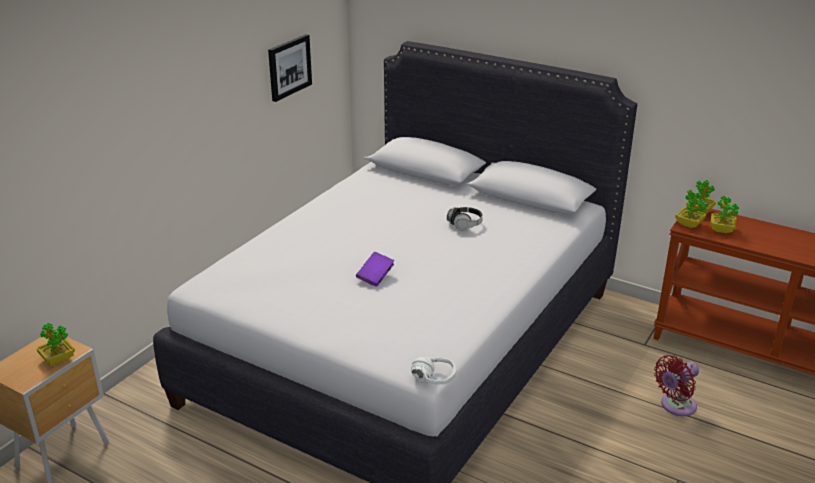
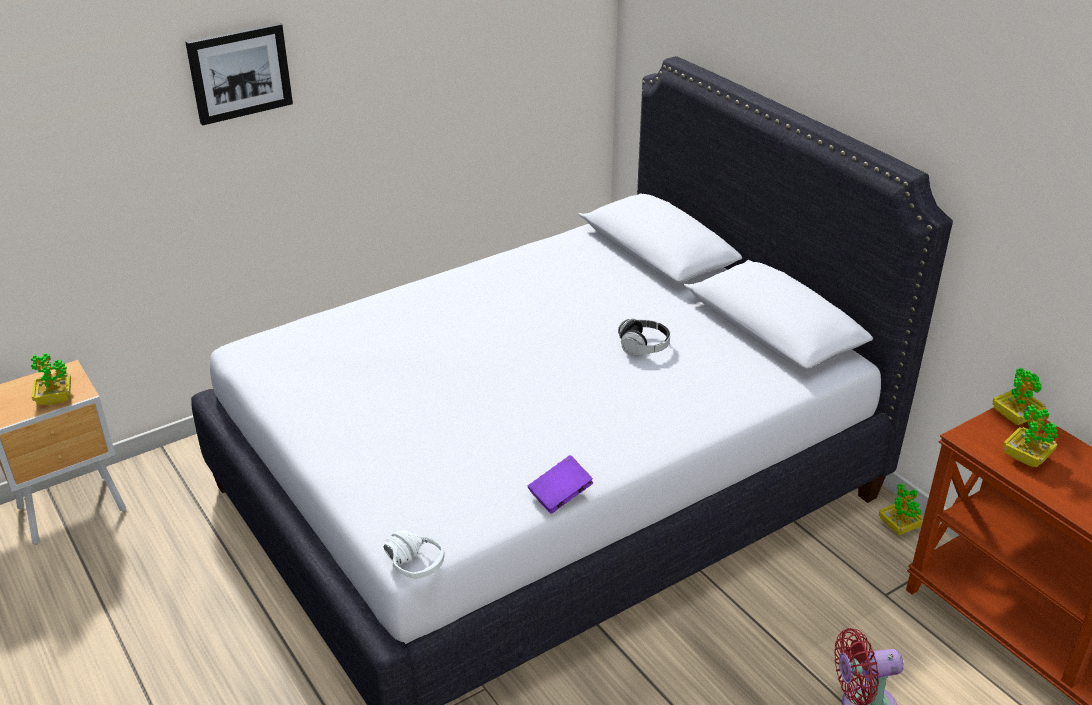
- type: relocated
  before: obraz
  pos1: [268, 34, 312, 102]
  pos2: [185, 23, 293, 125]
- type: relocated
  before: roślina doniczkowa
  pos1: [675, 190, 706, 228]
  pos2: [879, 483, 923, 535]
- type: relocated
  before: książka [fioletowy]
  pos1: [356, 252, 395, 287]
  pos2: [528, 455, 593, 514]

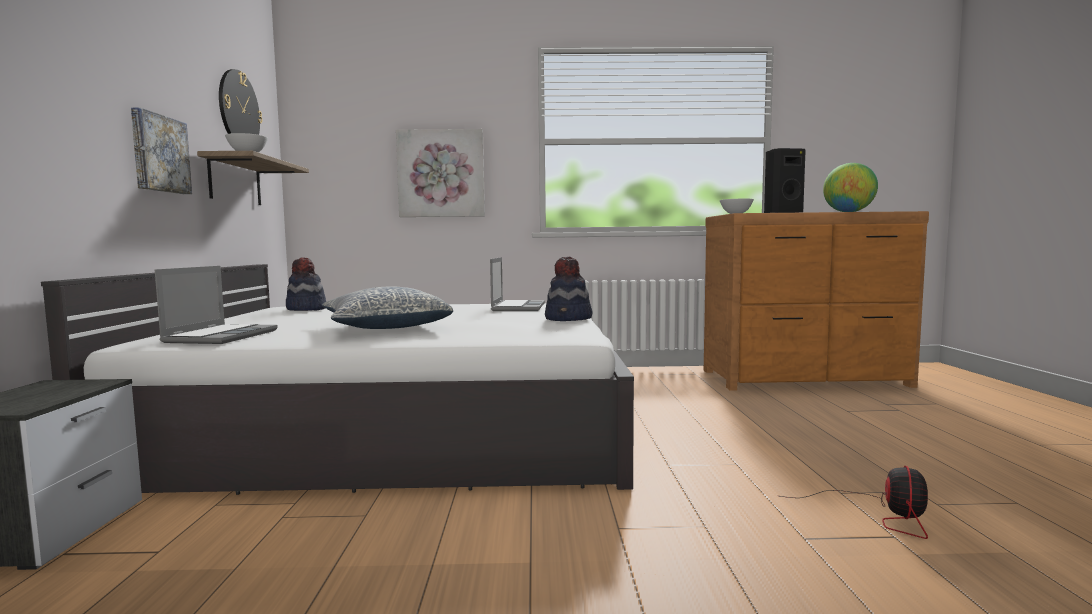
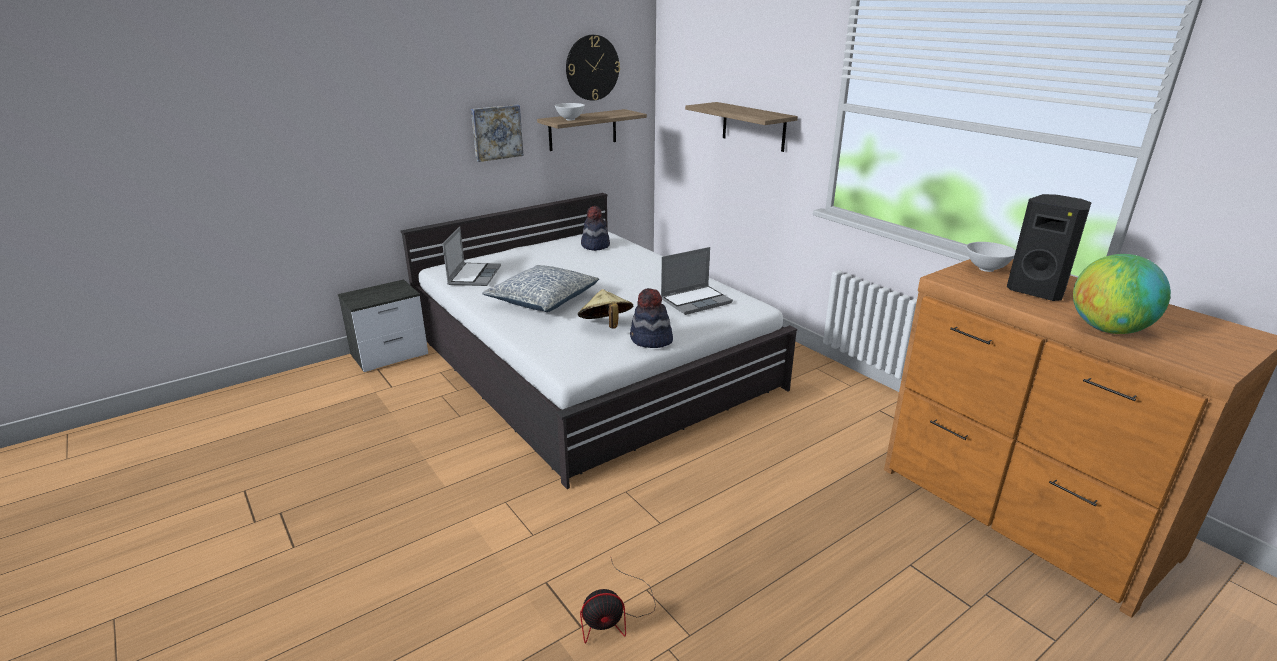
- type: exchanged
  before: obraz
  after: półka
  pos1: [396, 129, 485, 217]
  pos2: [685, 102, 798, 152]
- type: spun
  before: laptop
  pos1: [155, 266, 278, 344]
  pos2: [442, 227, 501, 286]
  turn: -60
- type: appeared
  after: kapelusz [beżowy]
  pos2: [578, 289, 633, 328]

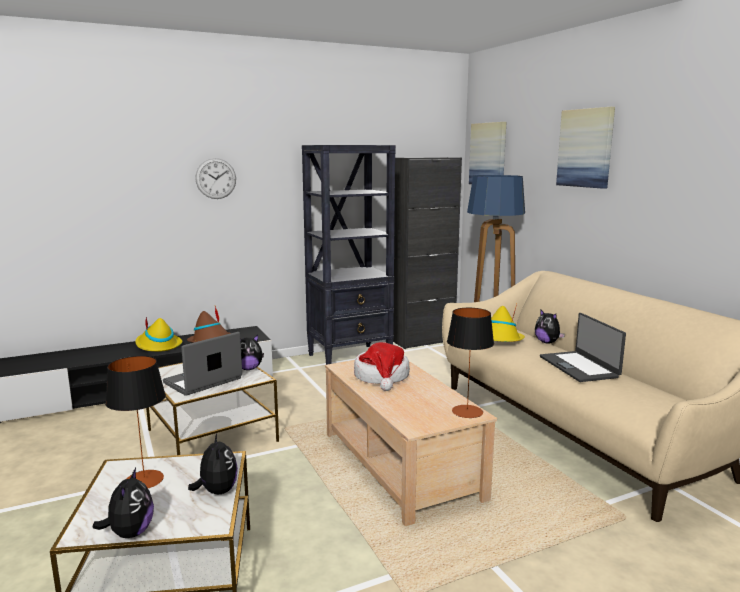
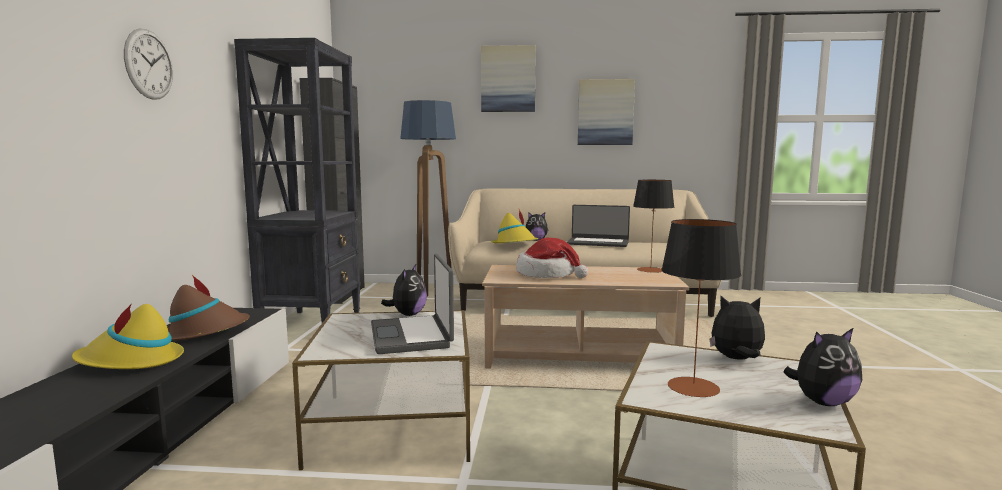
- type: relocated
  before: obraz
  pos1: [469, 122, 506, 184]
  pos2: [578, 79, 635, 145]
- type: spun
  before: pluszak
  pos1: [93, 468, 154, 538]
  pos2: [783, 327, 862, 406]
  turn: 135

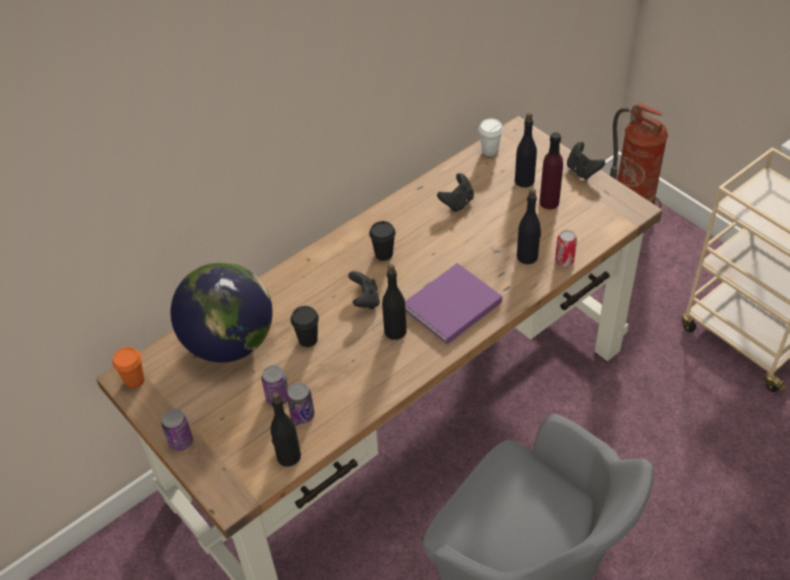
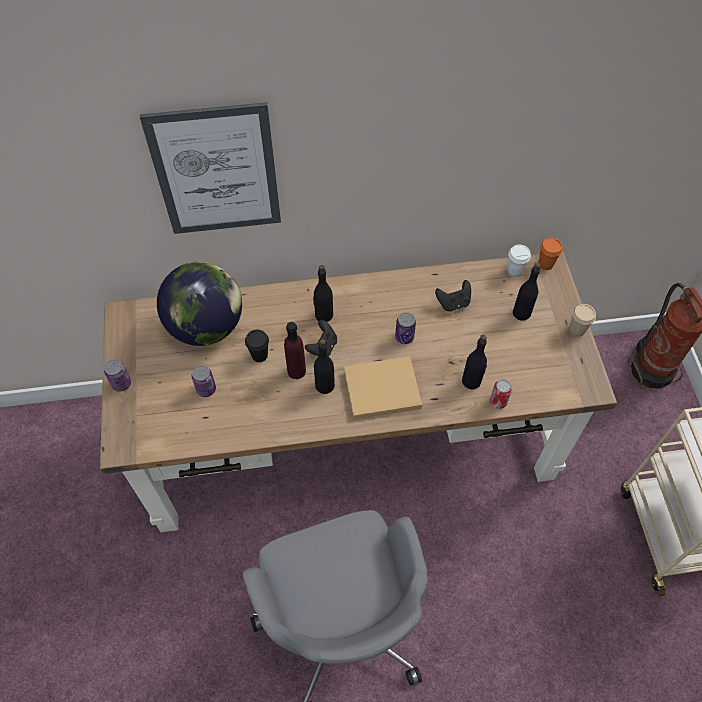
- type: relocated
  before: butelka [fioletowy]
  pos1: [540, 132, 563, 210]
  pos2: [284, 322, 306, 379]
- type: exchanged
  before: pad do gier [czarny]
  after: filiżanka [beżowy]
  pos1: [567, 142, 605, 179]
  pos2: [569, 304, 596, 337]
- type: missing
  before: filiżanka [czarny]
  pos1: [369, 221, 396, 261]
- type: colour
  before: książka [fioletowy]
  after: książka [beżowy]
  pos1: [405, 263, 502, 345]
  pos2: [344, 356, 422, 419]
- type: relocated
  before: filiżanka [pomarańczowy]
  pos1: [112, 347, 144, 389]
  pos2: [539, 237, 563, 270]
- type: relocated
  before: puszka
  pos1: [287, 382, 315, 424]
  pos2: [395, 312, 416, 344]
- type: relocated
  before: butelka [czarny]
  pos1: [270, 392, 301, 467]
  pos2: [313, 265, 333, 322]
- type: appeared
  after: obraz
  pos2: [140, 102, 281, 234]

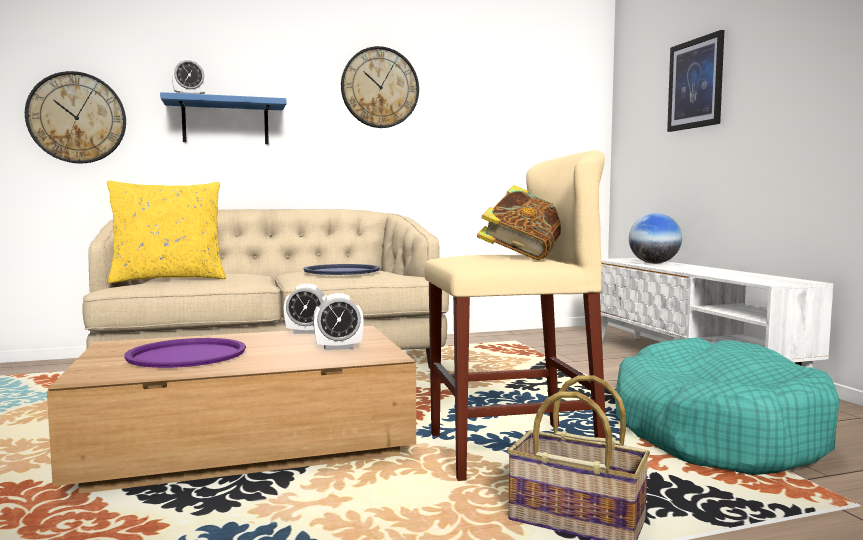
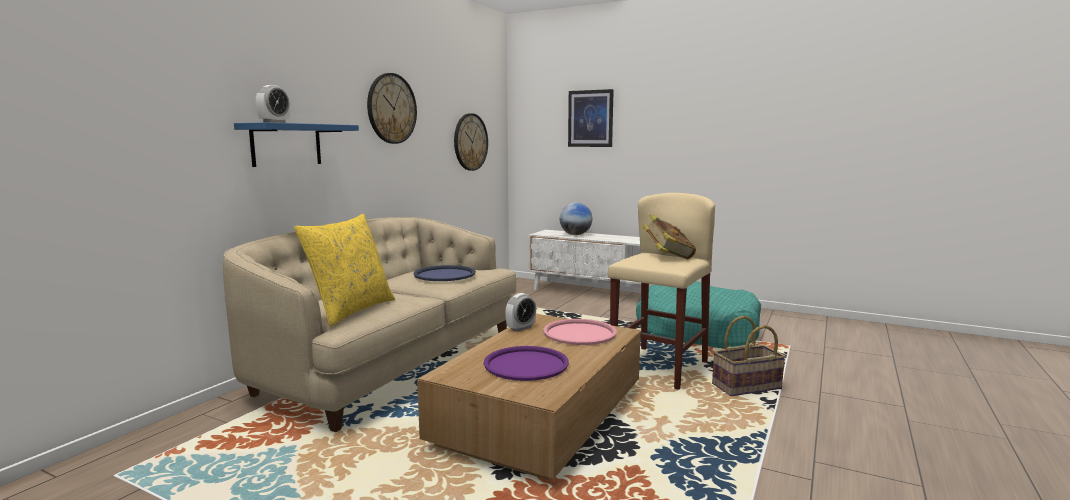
- type: relocated
  before: zegar ścienny
  pos1: [25, 71, 126, 164]
  pos2: [454, 113, 488, 171]
- type: exchanged
  before: budzik
  after: taca [różowy]
  pos1: [313, 293, 364, 350]
  pos2: [543, 319, 617, 345]

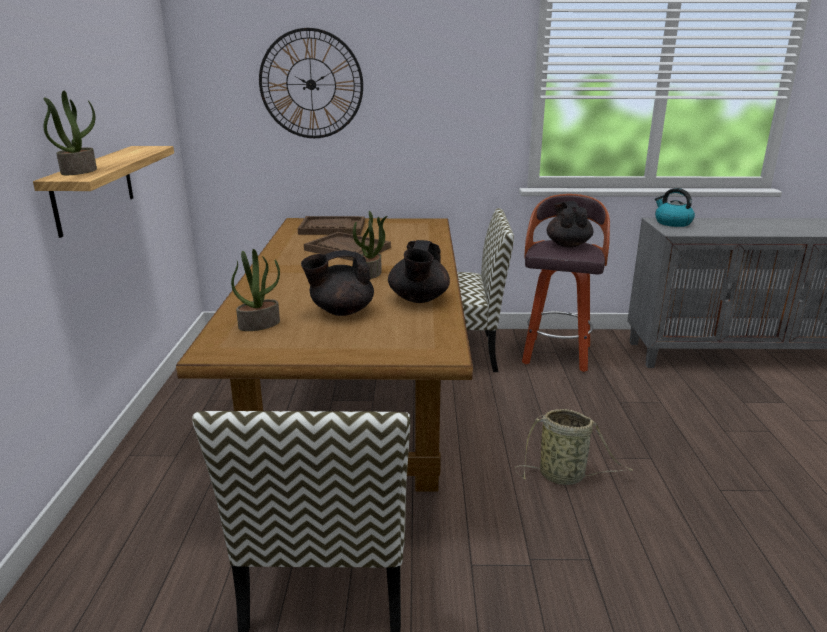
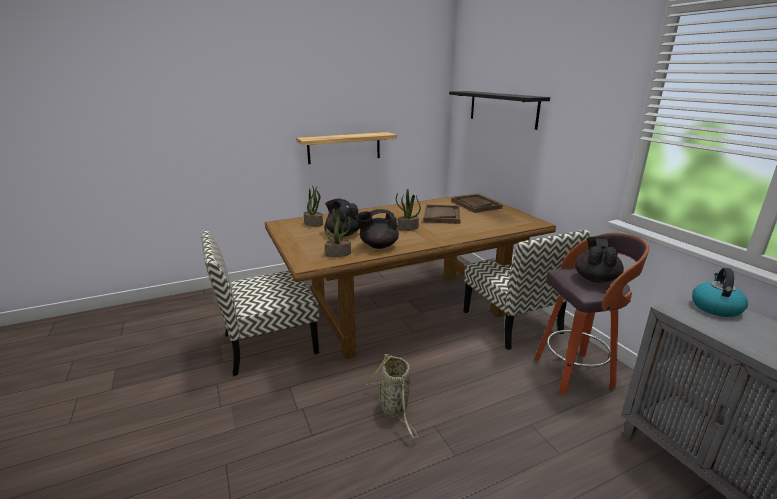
- type: exchanged
  before: zegar ścienny
  after: półka [czarny]
  pos1: [259, 28, 363, 138]
  pos2: [449, 91, 550, 130]
- type: relocated
  before: roślina doniczkowa
  pos1: [44, 91, 97, 175]
  pos2: [325, 208, 351, 257]
- type: spun
  before: imbryk [czarny]
  pos1: [547, 201, 593, 247]
  pos2: [575, 236, 624, 283]
  turn: -45

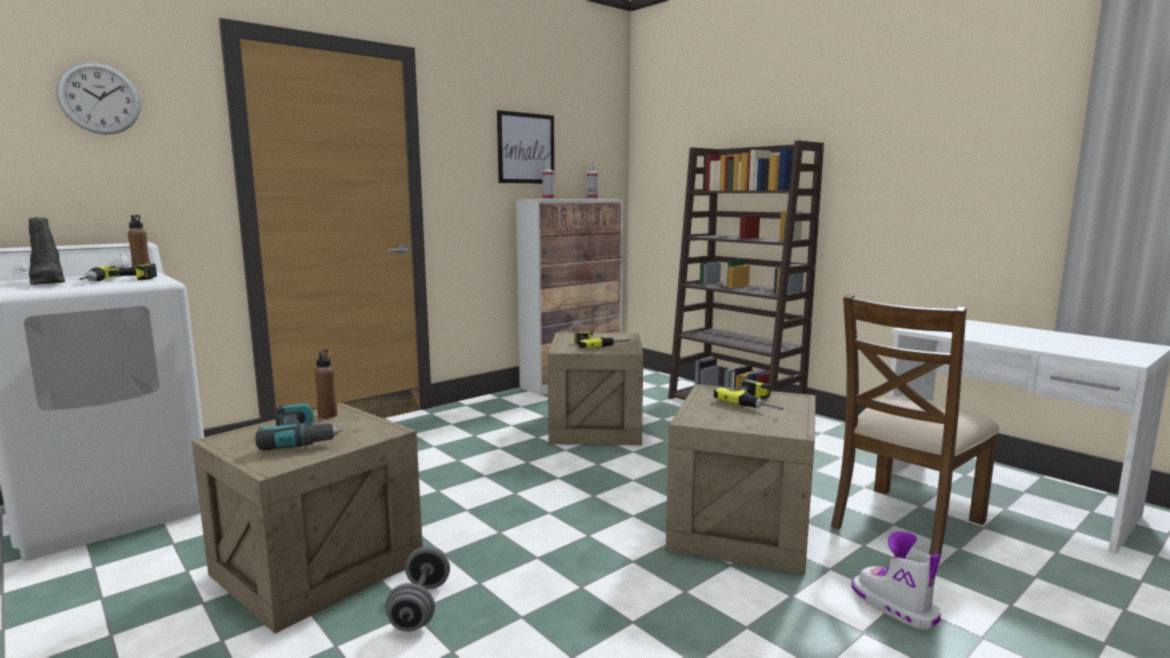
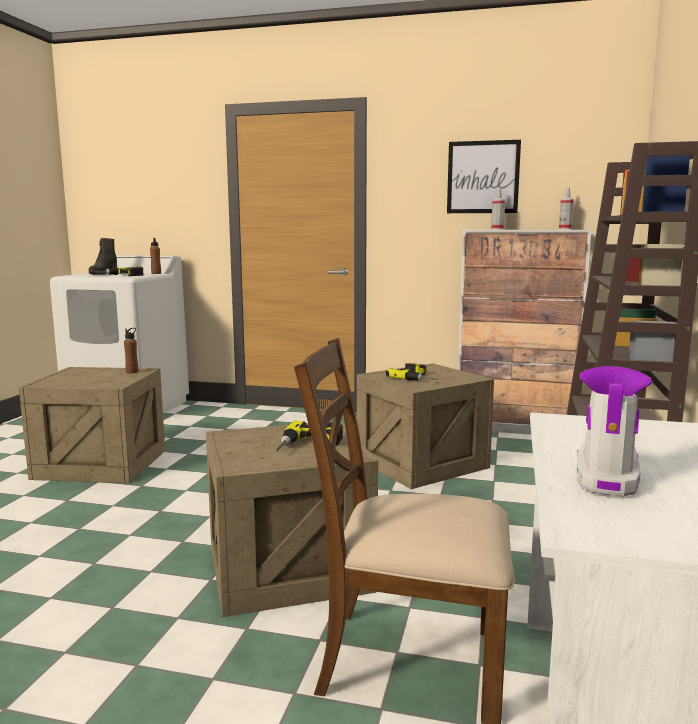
- type: missing
  before: zegar ścienny
  pos1: [56, 62, 141, 135]
- type: missing
  before: wiertarka
  pos1: [255, 403, 343, 450]
- type: relocated
  before: but z cholewką
  pos1: [852, 532, 941, 630]
  pos2: [577, 366, 653, 496]
- type: missing
  before: hantel [szary]
  pos1: [385, 546, 450, 632]

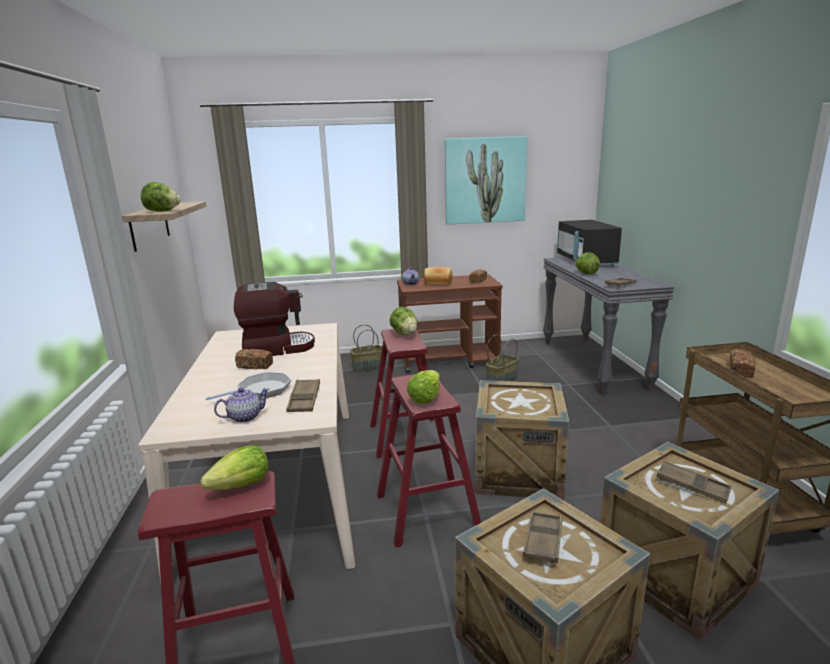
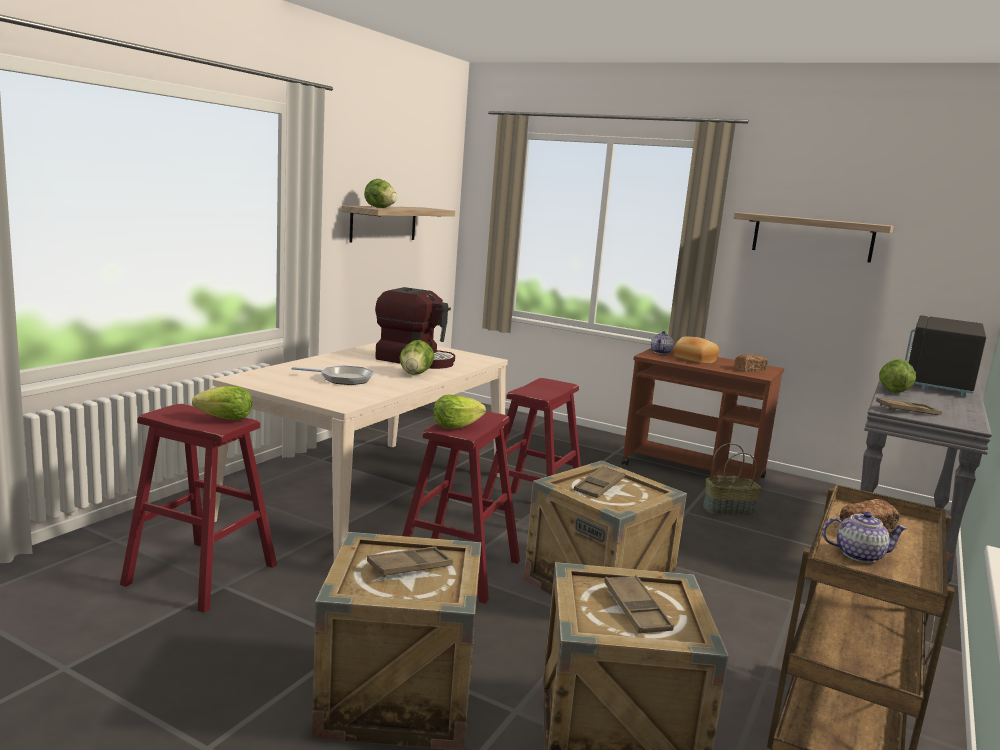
- type: exchanged
  before: obraz
  after: półka
  pos1: [445, 136, 528, 225]
  pos2: [734, 213, 894, 263]
- type: relocated
  before: sałata
  pos1: [390, 307, 417, 335]
  pos2: [399, 340, 435, 375]
- type: missing
  before: koszyk
  pos1: [350, 324, 382, 372]
- type: missing
  before: chleb
  pos1: [235, 349, 273, 369]
- type: relocated
  before: taca [brązowy]
  pos1: [286, 379, 320, 412]
  pos2: [574, 466, 626, 498]
- type: relocated
  before: imbryk
  pos1: [214, 388, 269, 423]
  pos2: [822, 511, 908, 563]

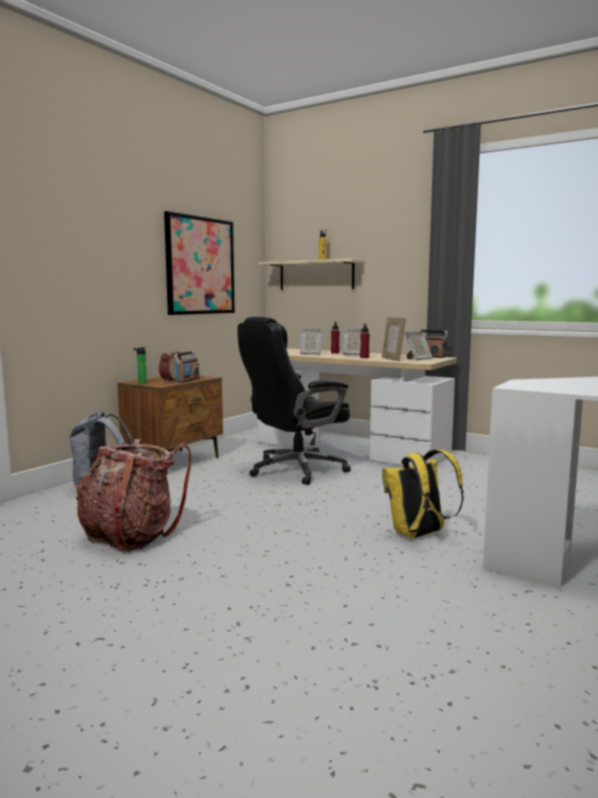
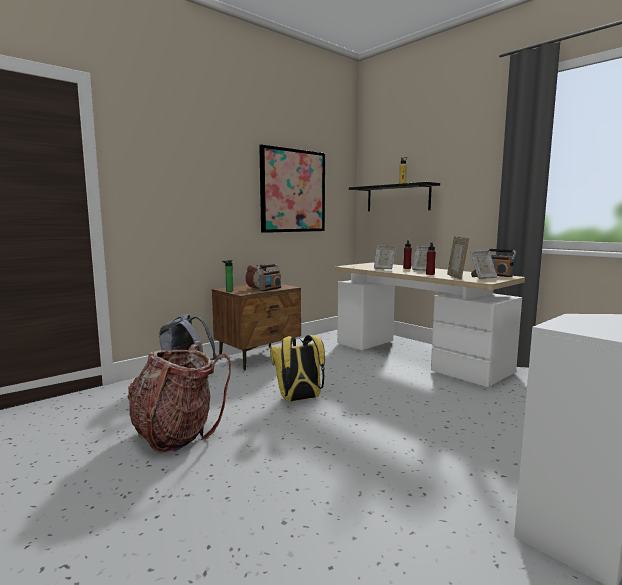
- type: colour
  before: półka [beżowy]
  after: półka [czarny]
  pos1: [259, 258, 364, 290]
  pos2: [349, 182, 440, 211]
- type: missing
  before: krzesło biurowe [czarny]
  pos1: [237, 317, 351, 485]
- type: relocated
  before: plecak [żółty]
  pos1: [382, 449, 464, 538]
  pos2: [270, 335, 325, 402]

